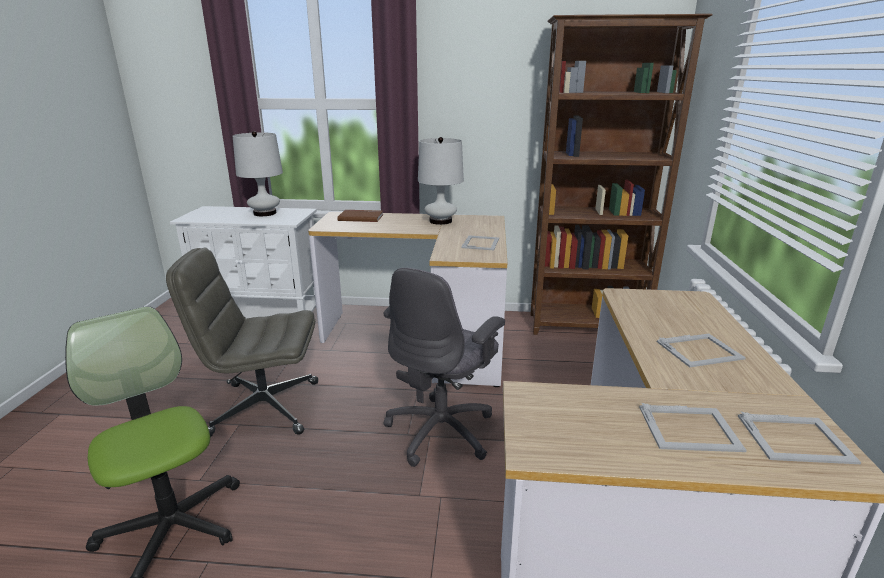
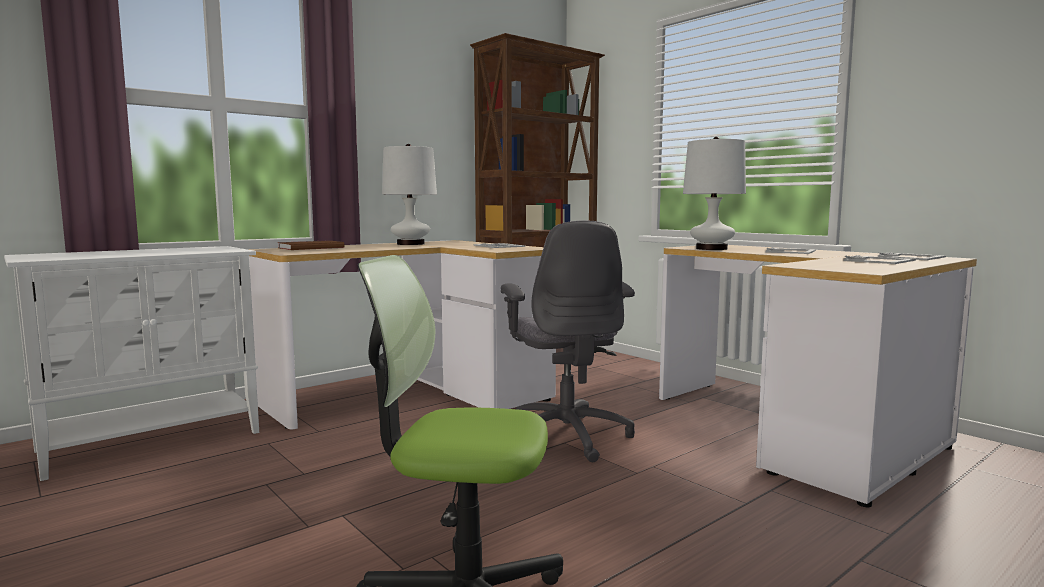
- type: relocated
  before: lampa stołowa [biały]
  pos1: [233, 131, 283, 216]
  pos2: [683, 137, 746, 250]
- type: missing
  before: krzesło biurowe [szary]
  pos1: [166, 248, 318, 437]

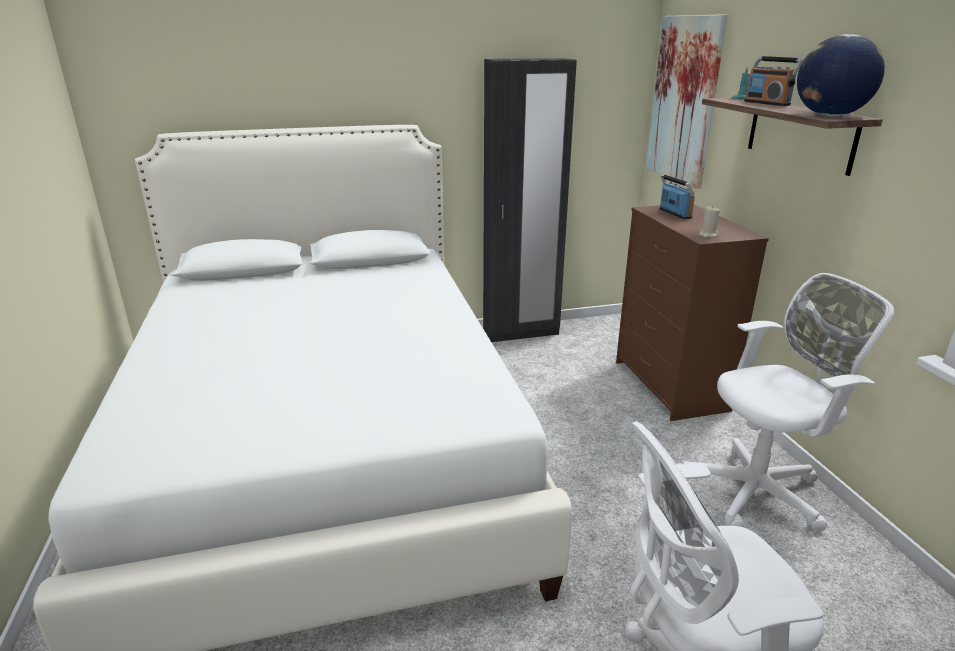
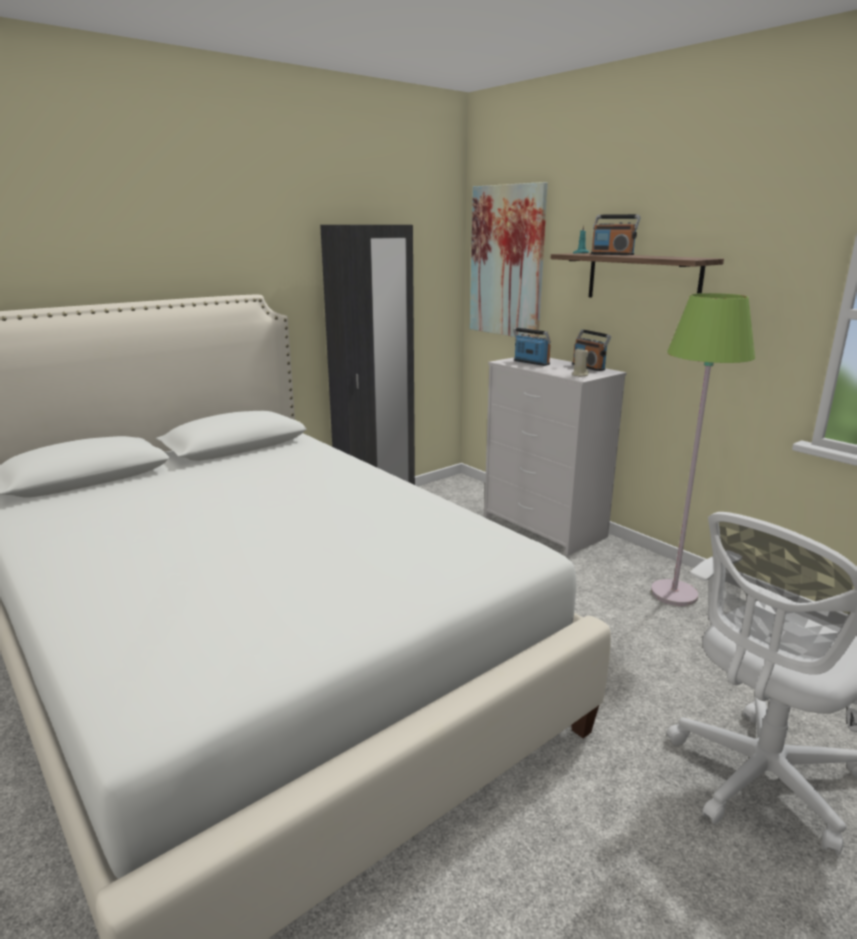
- type: missing
  before: globus
  pos1: [797, 34, 885, 116]
- type: colour
  before: komoda [brązowy]
  after: komoda [biały]
  pos1: [616, 205, 769, 421]
  pos2: [484, 357, 627, 556]
- type: exchanged
  before: krzesło biurowe [biały]
  after: lampa stojąca [zielony]
  pos1: [677, 273, 894, 532]
  pos2: [651, 293, 755, 606]
- type: appeared
  after: radio
  pos2: [572, 329, 611, 371]

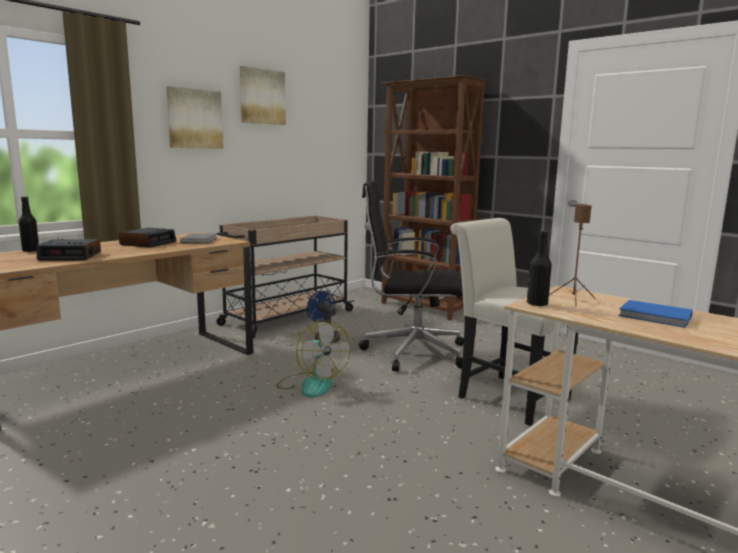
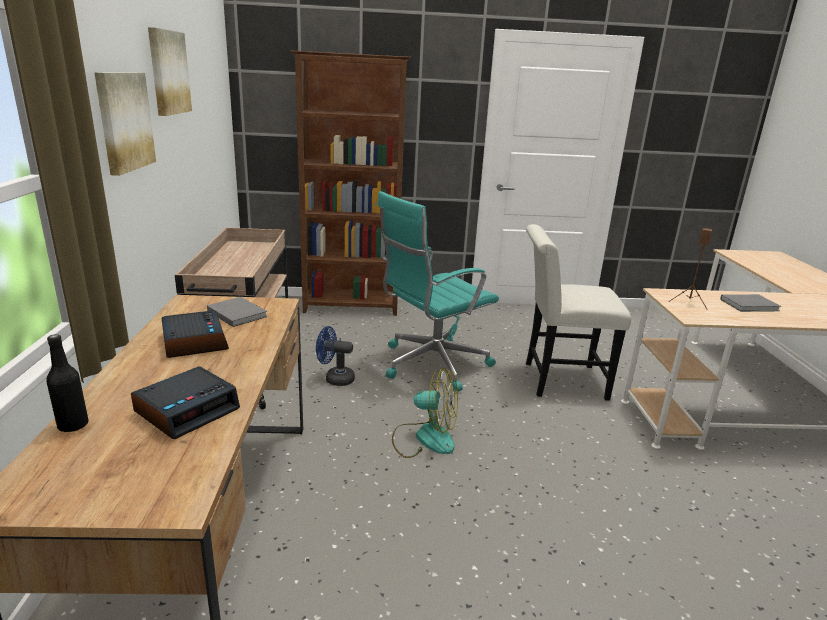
- type: colour
  before: krzesło biurowe [czarny]
  after: krzesło biurowe [turkusowy]
  pos1: [359, 180, 464, 372]
  pos2: [377, 191, 499, 392]
- type: missing
  before: butelka [czarny]
  pos1: [527, 230, 552, 307]
- type: colour
  before: książka [niebieski]
  after: książka [szary]
  pos1: [618, 300, 693, 328]
  pos2: [720, 294, 781, 312]

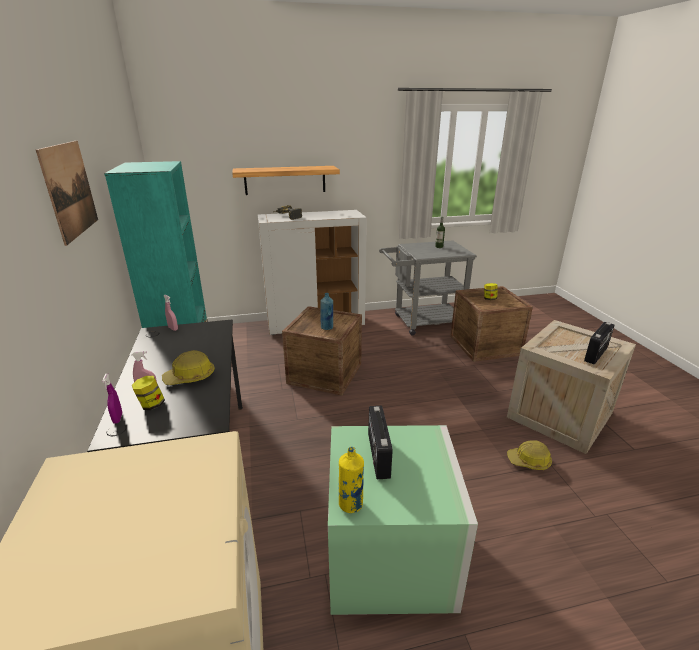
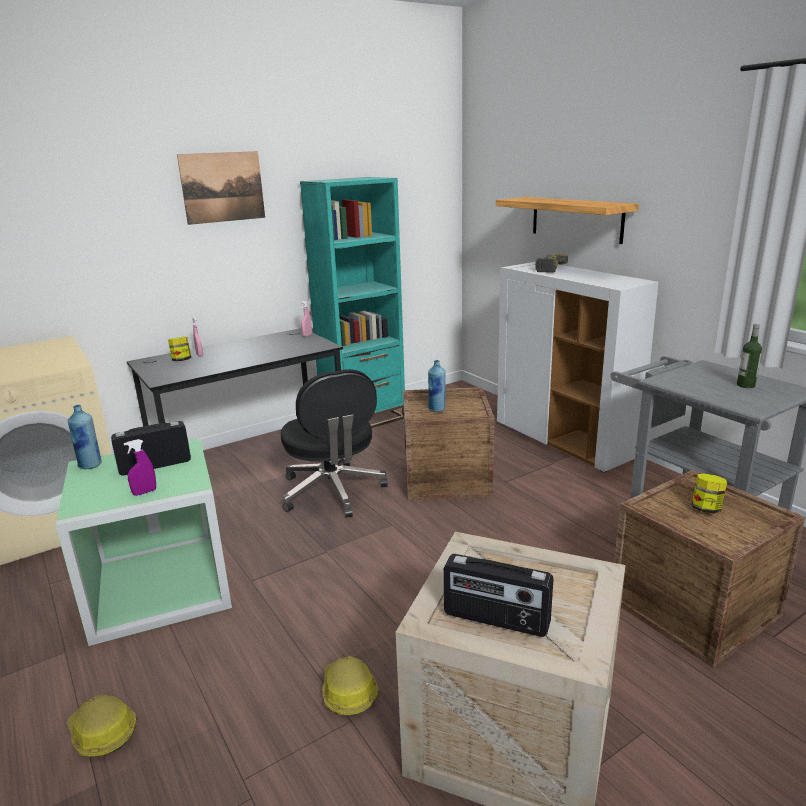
- type: relocated
  before: kask
  pos1: [162, 350, 215, 385]
  pos2: [67, 695, 137, 757]
- type: relocated
  before: spryskiwacz [fioletowy]
  pos1: [102, 374, 122, 424]
  pos2: [124, 439, 156, 496]
- type: colour
  before: butelka [żółty]
  after: butelka [niebieski]
  pos1: [339, 447, 364, 513]
  pos2: [68, 405, 102, 469]
- type: appeared
  after: krzesło biurowe [czarny]
  pos2: [281, 369, 388, 518]

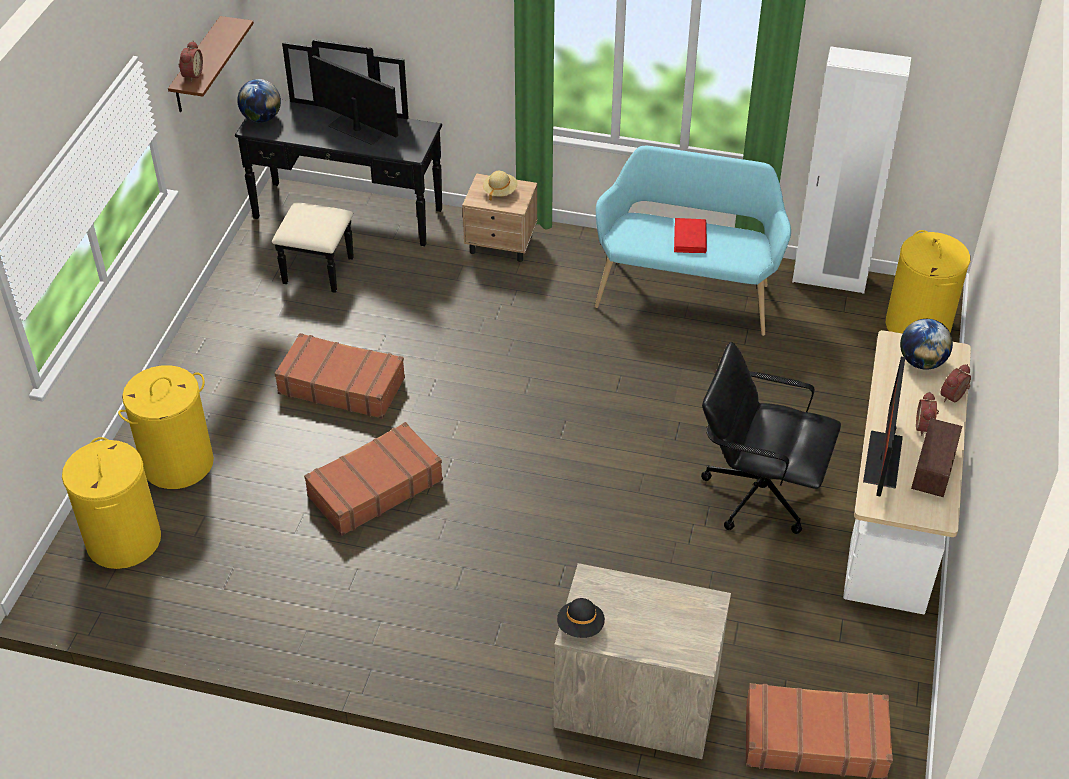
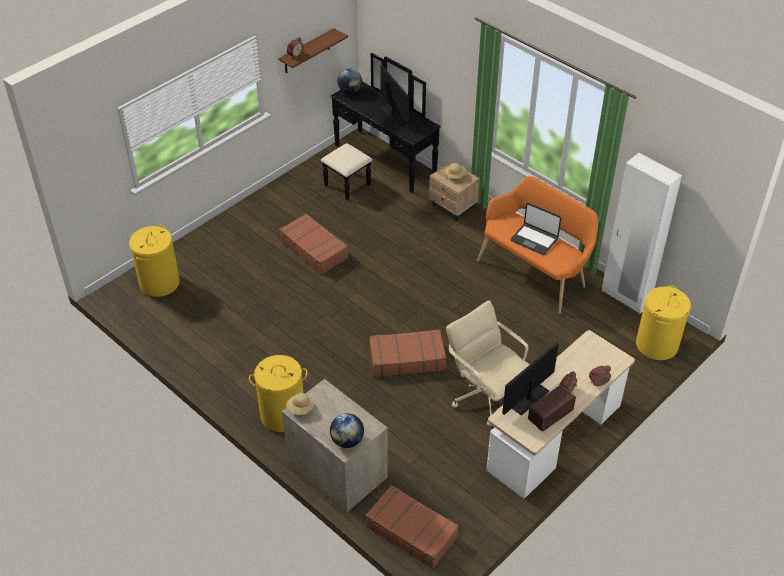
- type: colour
  before: ławka [turkusowy]
  after: ławka [pomarańczowy]
  pos1: [595, 146, 791, 336]
  pos2: [477, 176, 598, 314]
- type: exchanged
  before: książka [czerwony]
  after: laptop
  pos1: [674, 218, 707, 253]
  pos2: [511, 203, 561, 255]
- type: relocated
  before: globus
  pos1: [900, 319, 953, 370]
  pos2: [330, 413, 364, 448]
- type: colour
  before: krzesło biurowe [czarny]
  after: krzesło biurowe [beżowy]
  pos1: [701, 342, 841, 534]
  pos2: [446, 300, 530, 426]
- type: relocated
  before: kosz na pranie [żółty]
  pos1: [118, 365, 214, 489]
  pos2: [249, 355, 307, 432]
- type: relocated
  before: walizka [brązowy]
  pos1: [304, 422, 443, 536]
  pos2: [369, 329, 446, 377]
- type: colour
  before: kapelusz [czarny]
  after: kapelusz [beżowy]
  pos1: [557, 598, 605, 638]
  pos2: [287, 393, 314, 415]

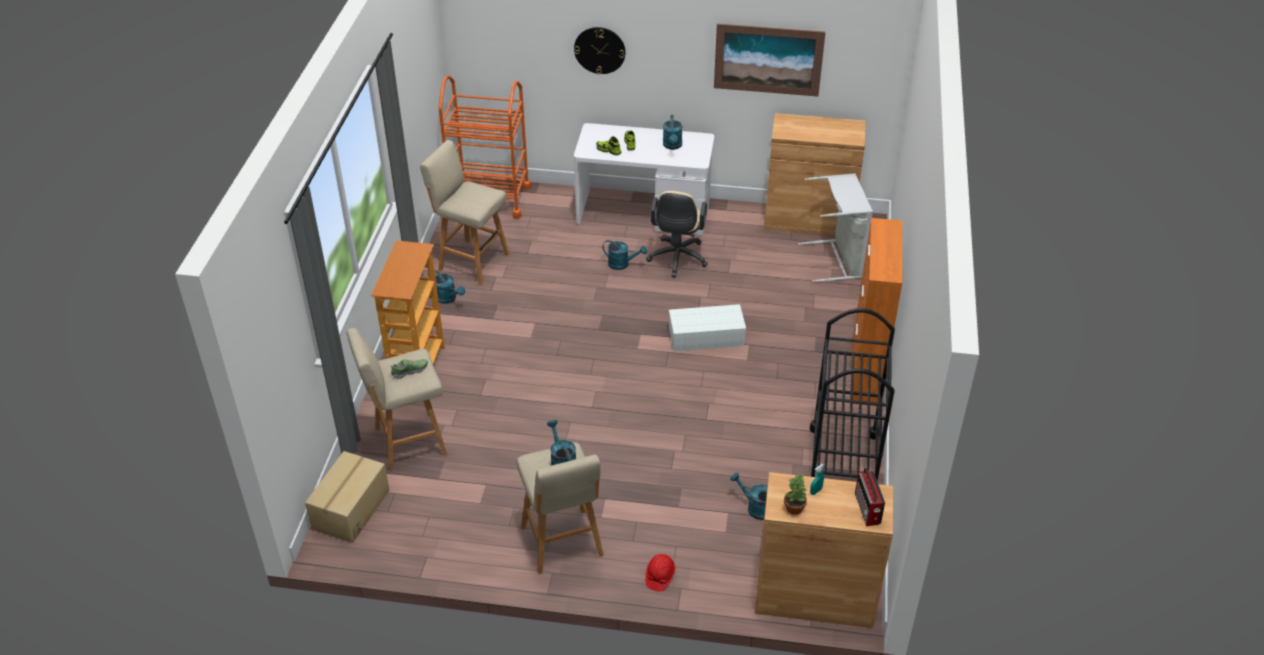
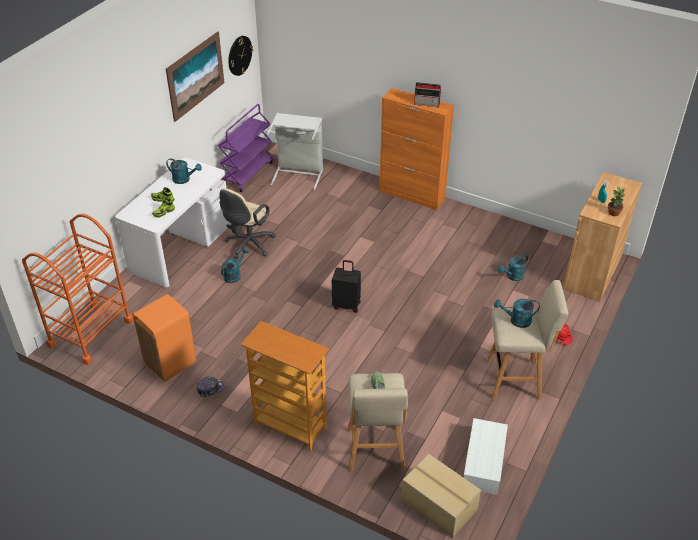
- type: relocated
  before: zegar ścienny
  pos1: [574, 27, 626, 75]
  pos2: [228, 36, 253, 76]
- type: exchanged
  before: szafka [brązowy]
  after: wózek [fioletowy]
  pos1: [764, 113, 866, 236]
  pos2: [218, 104, 274, 192]
- type: exchanged
  before: stołek [beżowy]
  after: kosz na śmieci [pomarańczowy]
  pos1: [420, 140, 510, 285]
  pos2: [133, 294, 197, 382]
- type: spun
  before: krzesło biurowe [beżowy]
  pos1: [646, 191, 708, 278]
  pos2: [219, 188, 276, 259]
  turn: 90
- type: exchanged
  before: konewka [turkusowy]
  after: czapka z daszkiem
  pos1: [435, 270, 465, 304]
  pos2: [197, 377, 225, 397]
- type: relocated
  before: pojemnik do przechowywania [biały]
  pos1: [669, 304, 746, 352]
  pos2: [464, 418, 508, 495]
- type: missing
  before: wózek [czarny]
  pos1: [810, 308, 895, 482]
- type: relocated
  before: radio
  pos1: [855, 467, 885, 526]
  pos2: [414, 82, 442, 107]
- type: appeared
  after: walizka [czarny]
  pos2: [332, 260, 361, 313]

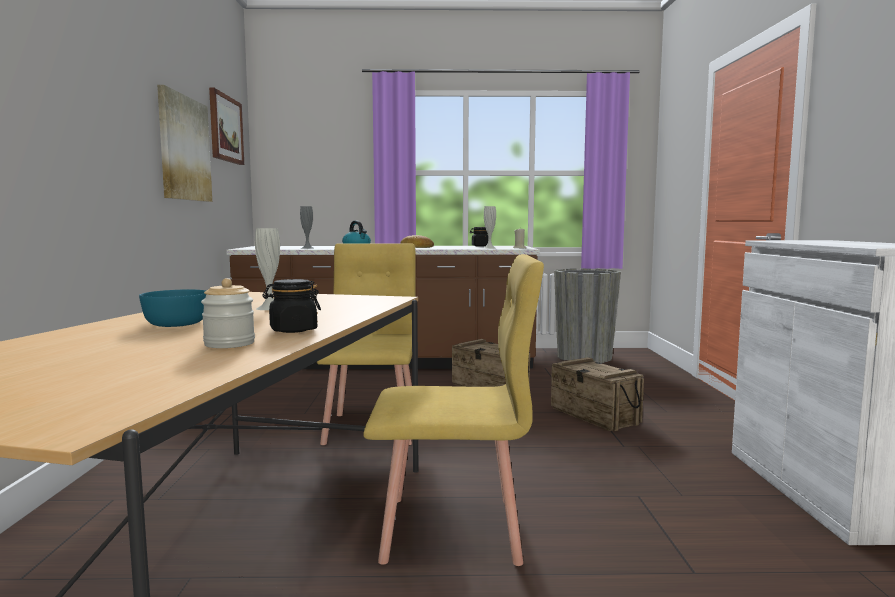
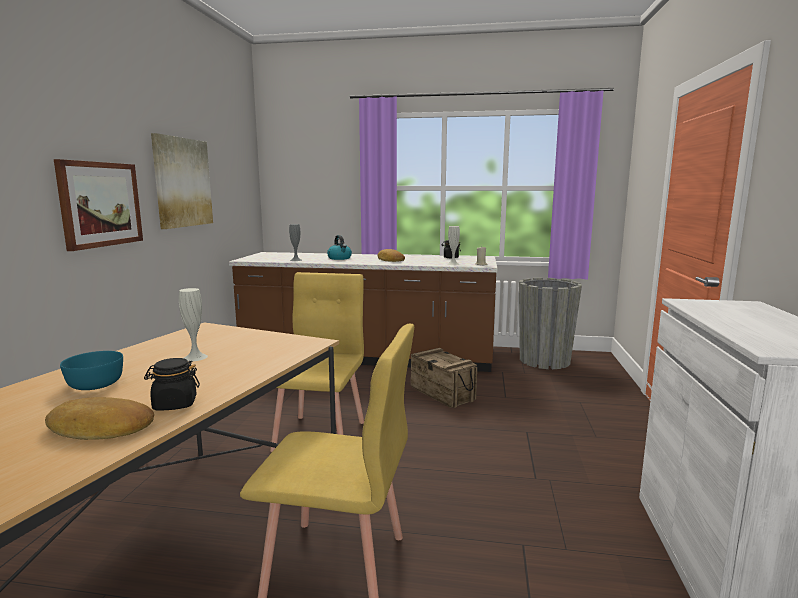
- type: relocated
  before: obraz
  pos1: [209, 87, 244, 165]
  pos2: [54, 159, 143, 251]
- type: exchanged
  before: słoik
  after: chleb
  pos1: [201, 278, 255, 348]
  pos2: [45, 397, 154, 440]
- type: missing
  before: skrzynka
  pos1: [551, 357, 644, 431]

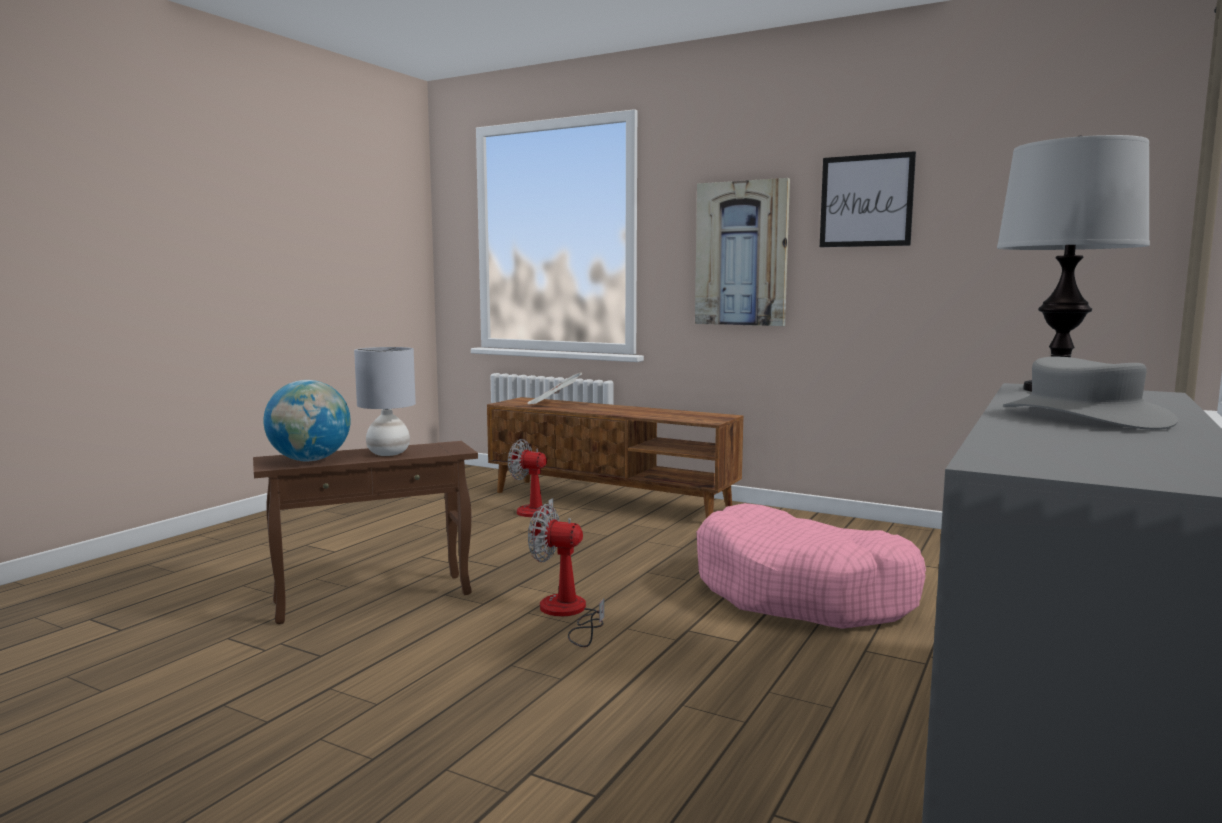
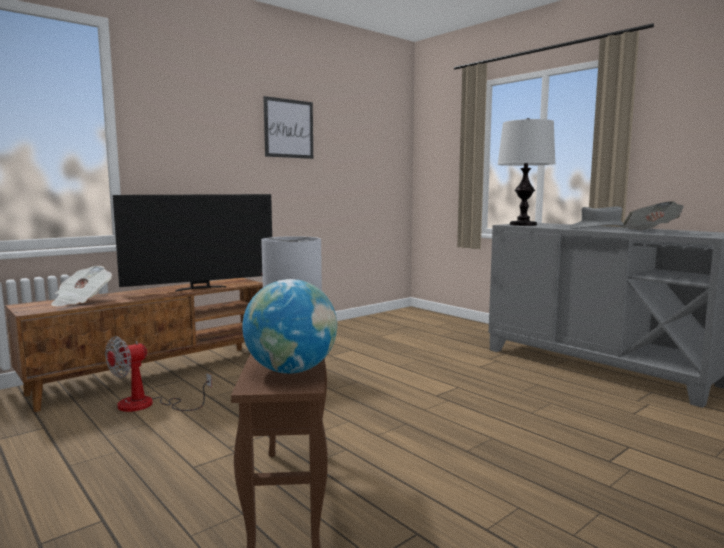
- type: missing
  before: obraz
  pos1: [695, 178, 790, 326]
- type: missing
  before: legowisko [różowy]
  pos1: [697, 503, 926, 629]
- type: missing
  before: wentylator
  pos1: [528, 504, 604, 647]
- type: appeared
  after: telewizor
  pos2: [113, 194, 272, 292]
- type: appeared
  after: gazeta
  pos2: [622, 201, 684, 230]

